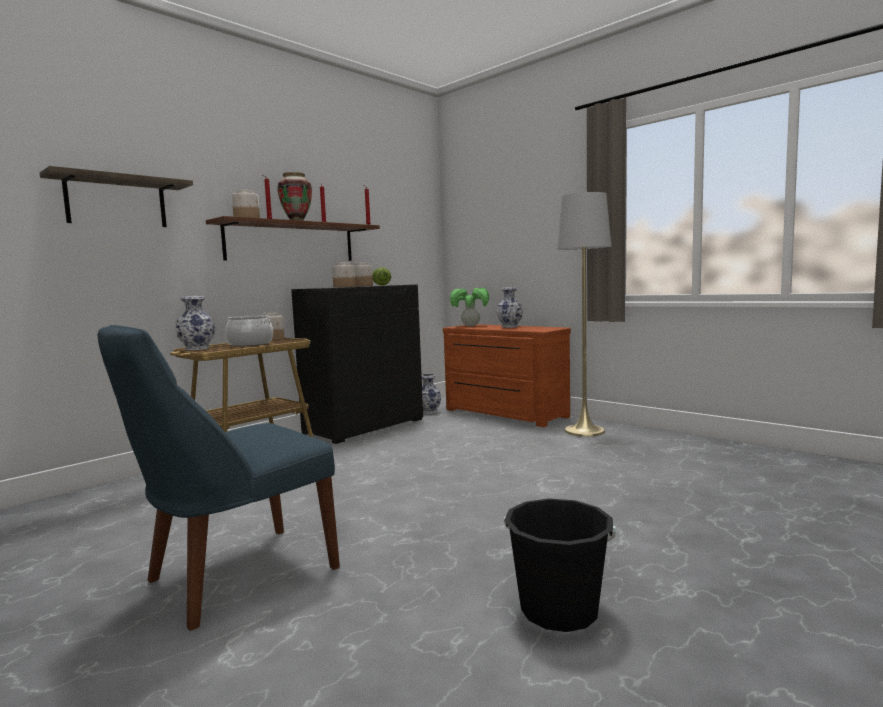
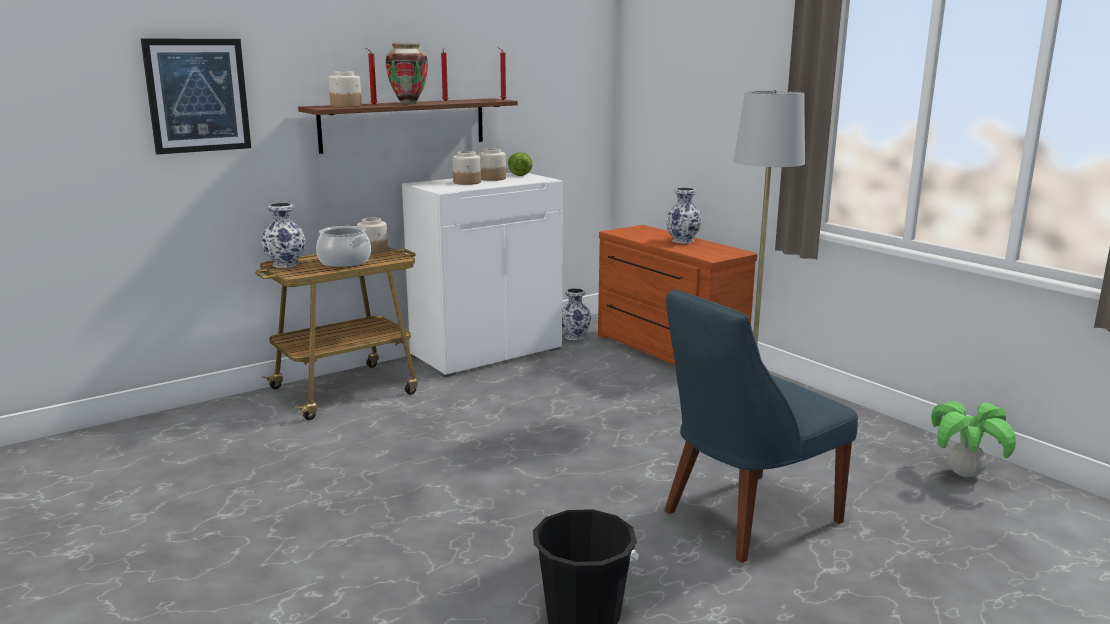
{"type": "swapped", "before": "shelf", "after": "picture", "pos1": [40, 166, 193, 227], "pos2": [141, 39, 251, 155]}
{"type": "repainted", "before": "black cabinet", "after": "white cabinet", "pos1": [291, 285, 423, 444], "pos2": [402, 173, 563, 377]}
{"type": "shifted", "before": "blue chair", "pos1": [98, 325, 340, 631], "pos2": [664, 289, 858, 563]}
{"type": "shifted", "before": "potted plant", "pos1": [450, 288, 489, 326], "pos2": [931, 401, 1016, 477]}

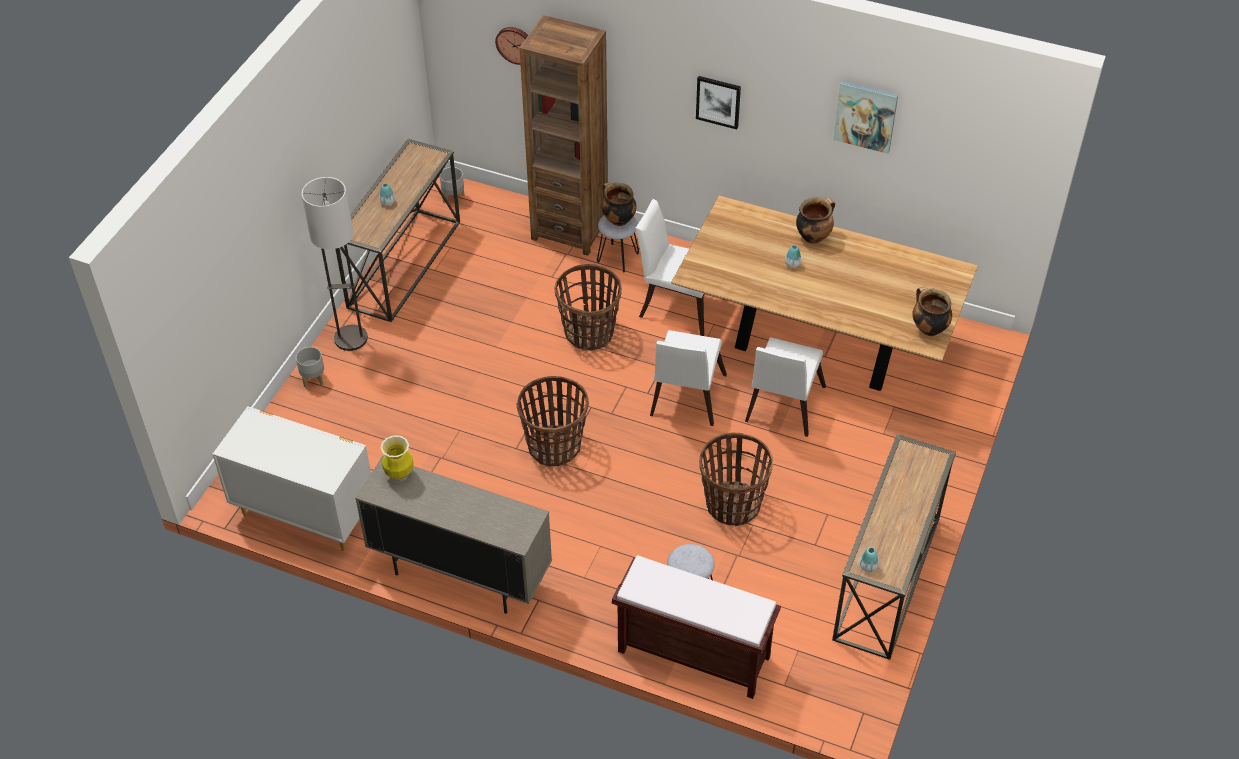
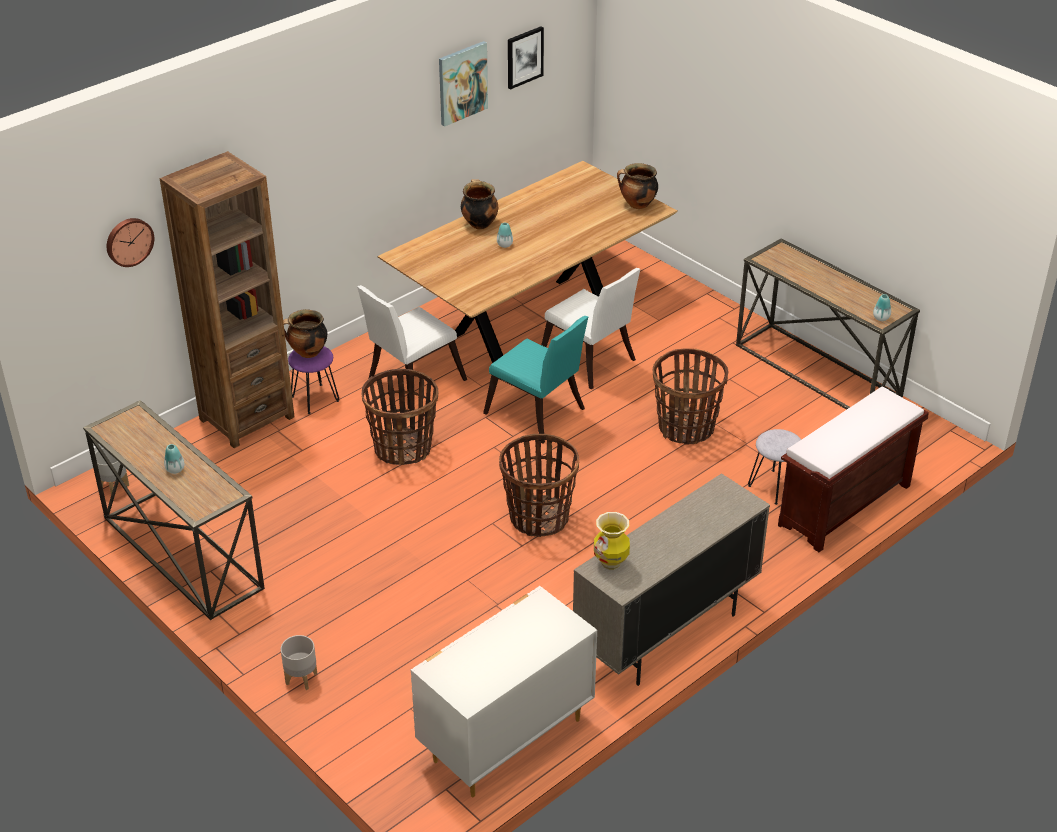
{"type": "repainted", "before": "grey stool", "after": "purple stool", "pos1": [597, 216, 639, 272], "pos2": [288, 346, 339, 414]}
{"type": "repainted", "before": "white chair", "after": "turquoise chair", "pos1": [650, 330, 727, 426], "pos2": [483, 316, 588, 443]}
{"type": "shifted", "before": "picture", "pos1": [696, 76, 741, 130], "pos2": [508, 26, 544, 89]}
{"type": "gone", "before": "floor lamp", "pos1": [302, 177, 368, 351]}

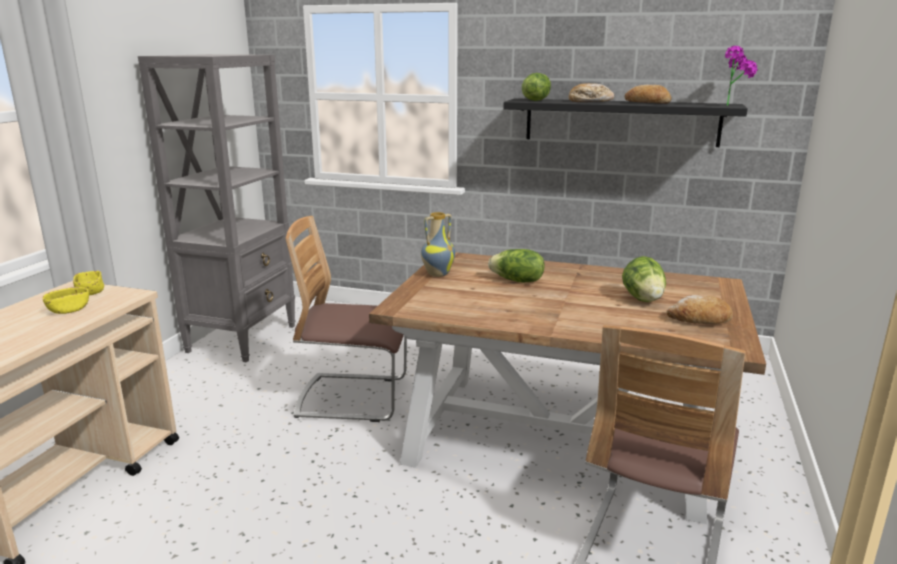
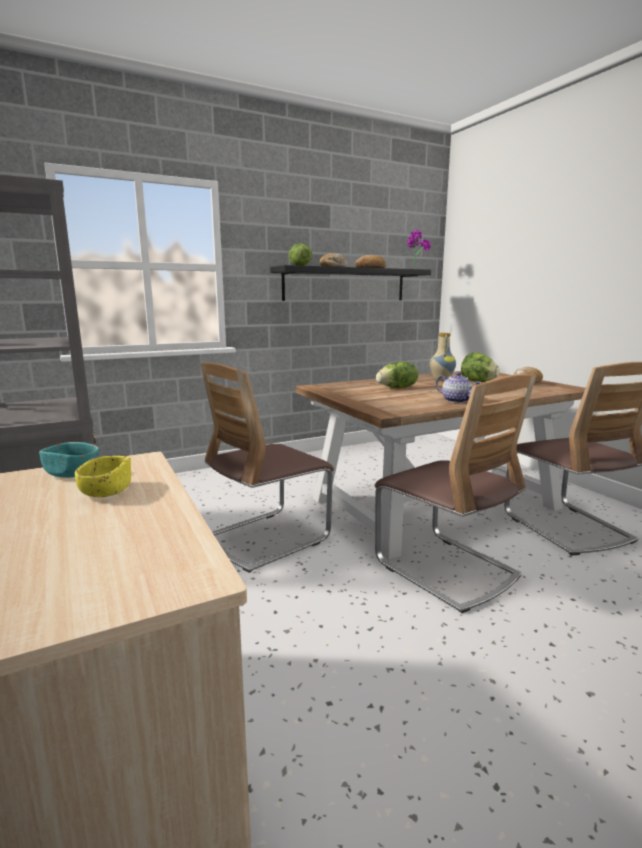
{"type": "repainted", "before": "yellow bowl", "after": "turquoise bowl", "pos1": [73, 271, 104, 295], "pos2": [39, 442, 99, 478]}
{"type": "new", "after": "chair", "pos2": [374, 374, 536, 613]}
{"type": "shifted", "before": "vase", "pos1": [421, 212, 455, 277], "pos2": [430, 333, 456, 381]}
{"type": "new", "after": "teapot", "pos2": [436, 372, 481, 403]}

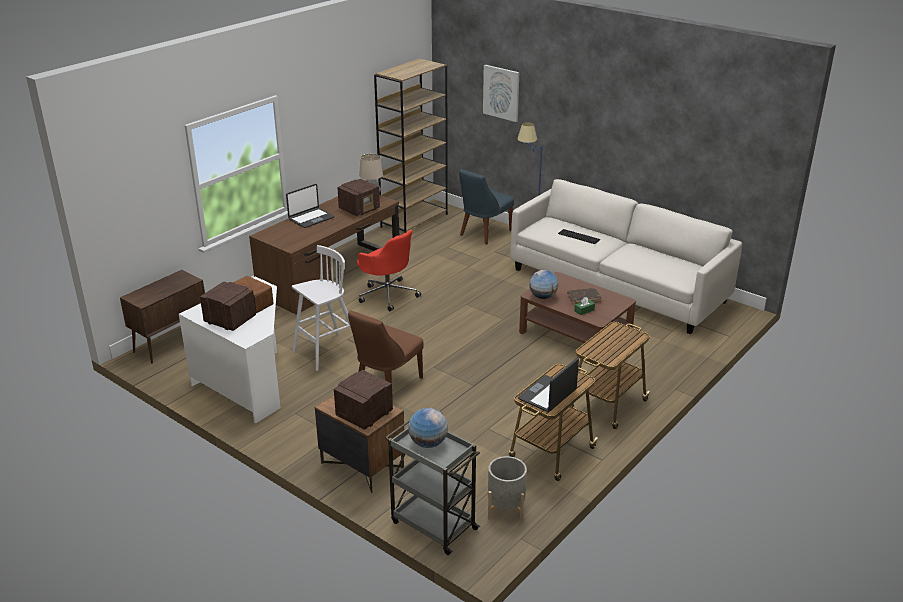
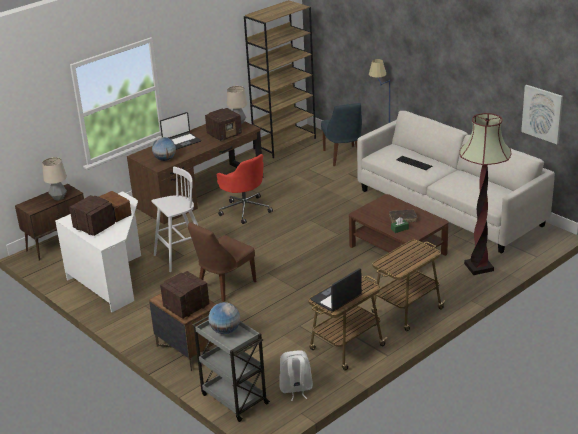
{"type": "new", "after": "table lamp", "pos2": [42, 157, 67, 201]}
{"type": "shifted", "before": "globe", "pos1": [529, 270, 558, 299], "pos2": [152, 137, 176, 161]}
{"type": "swapped", "before": "grey planter", "after": "white backpack", "pos1": [488, 456, 527, 522], "pos2": [279, 350, 313, 401]}
{"type": "rotated", "before": "blue chair", "pos1": [459, 169, 514, 245], "pos2": [321, 103, 362, 166], "turn": -60}
{"type": "new", "after": "floor lamp", "pos2": [460, 113, 511, 275]}
{"type": "shifted", "before": "picture", "pos1": [483, 65, 519, 122], "pos2": [521, 85, 563, 144]}

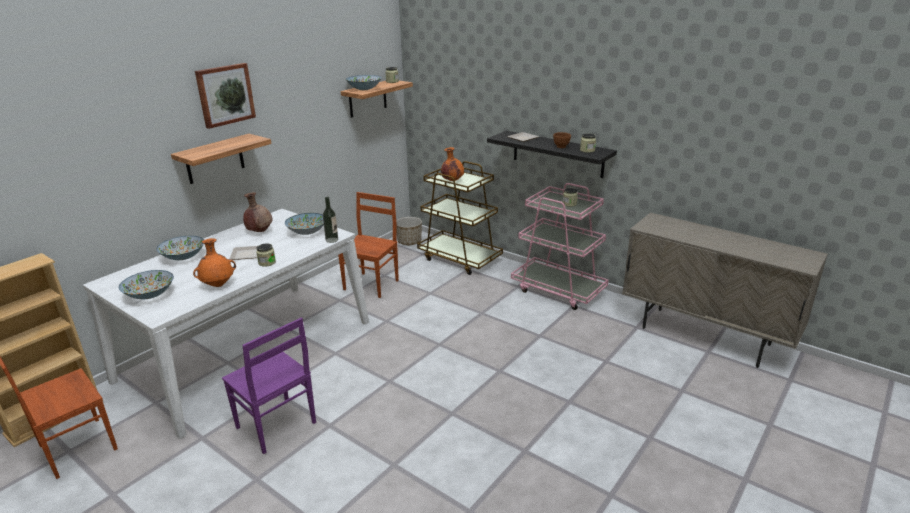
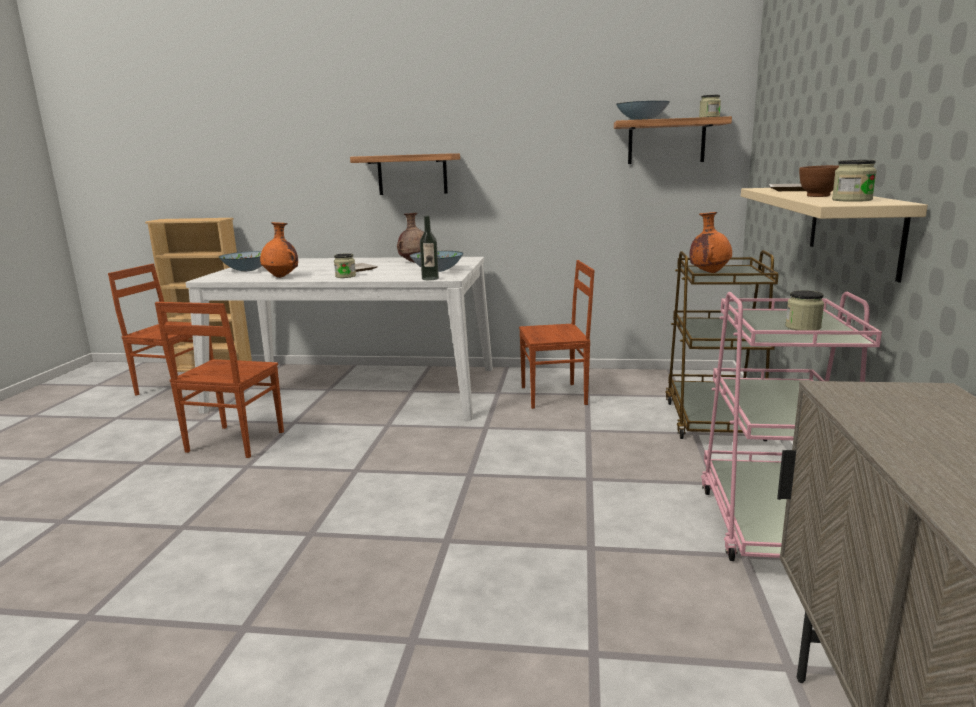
{"type": "repainted", "before": "purple chair", "after": "brown chair", "pos1": [222, 318, 316, 454], "pos2": [155, 302, 284, 458]}
{"type": "repainted", "before": "black shelf", "after": "beige shelf", "pos1": [487, 131, 617, 178], "pos2": [741, 188, 928, 282]}
{"type": "gone", "before": "bowl", "pos1": [156, 236, 204, 260]}
{"type": "gone", "before": "picture", "pos1": [195, 63, 256, 129]}
{"type": "gone", "before": "planter", "pos1": [396, 217, 422, 245]}

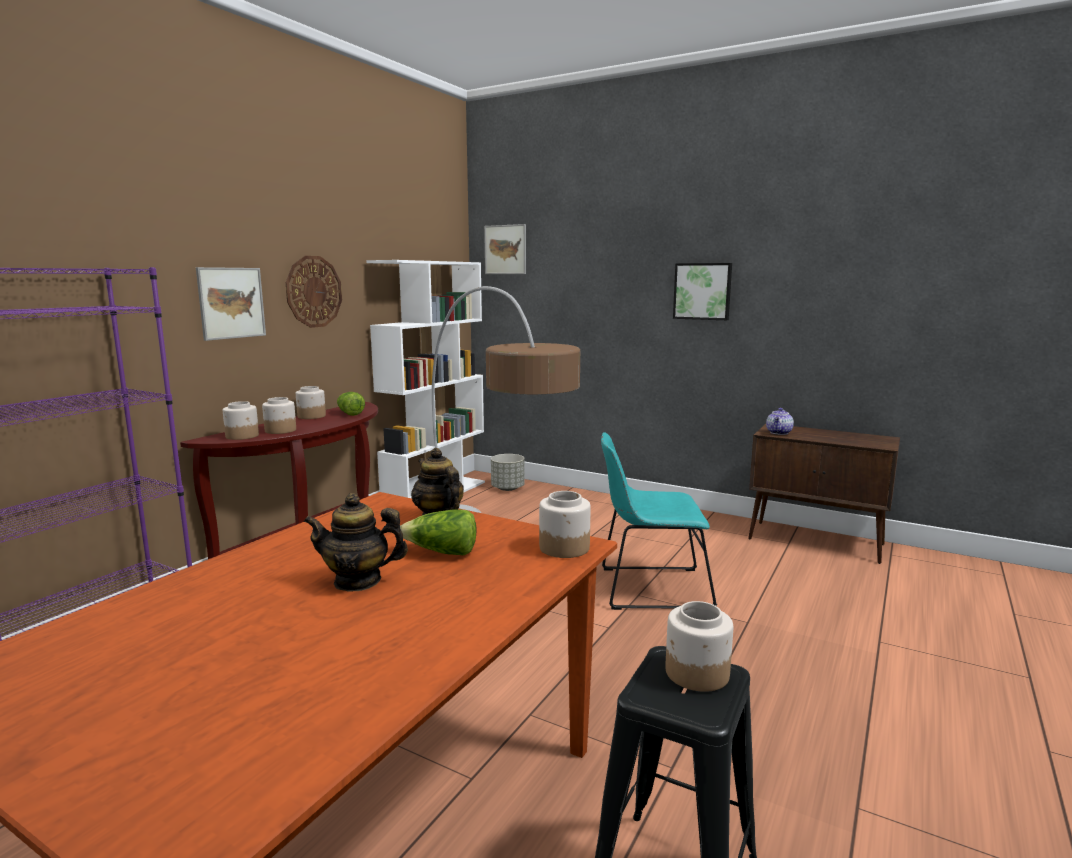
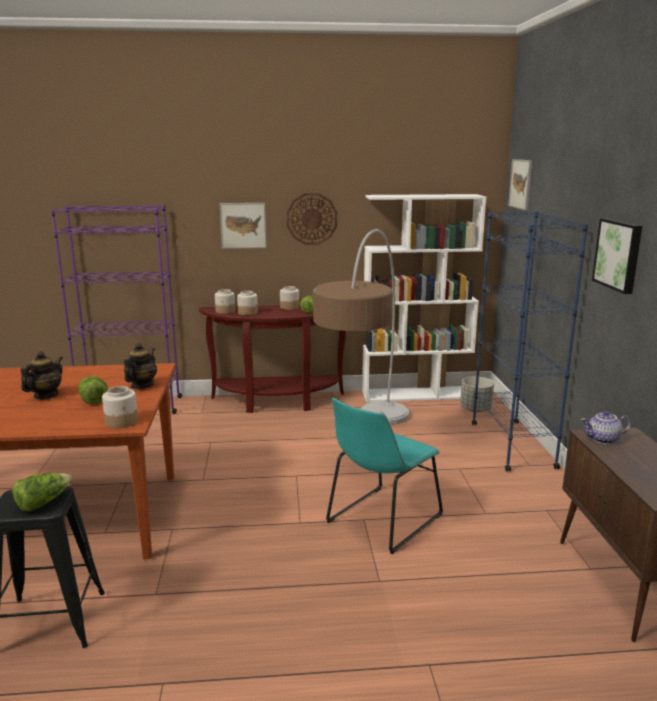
{"type": "swapped", "before": "jar", "after": "lettuce", "pos1": [665, 601, 733, 692], "pos2": [12, 473, 72, 511]}
{"type": "rotated", "before": "teapot", "pos1": [304, 493, 408, 592], "pos2": [21, 351, 63, 399], "turn": 60}
{"type": "rotated", "before": "turquoise chair", "pos1": [601, 432, 717, 610], "pos2": [326, 397, 443, 554], "turn": -105}
{"type": "new", "after": "blue bookcase", "pos2": [472, 211, 588, 471]}

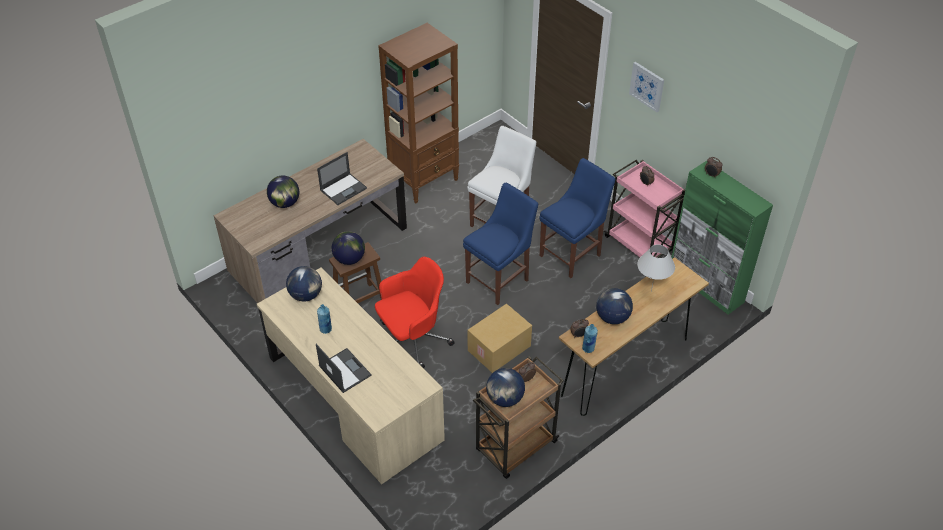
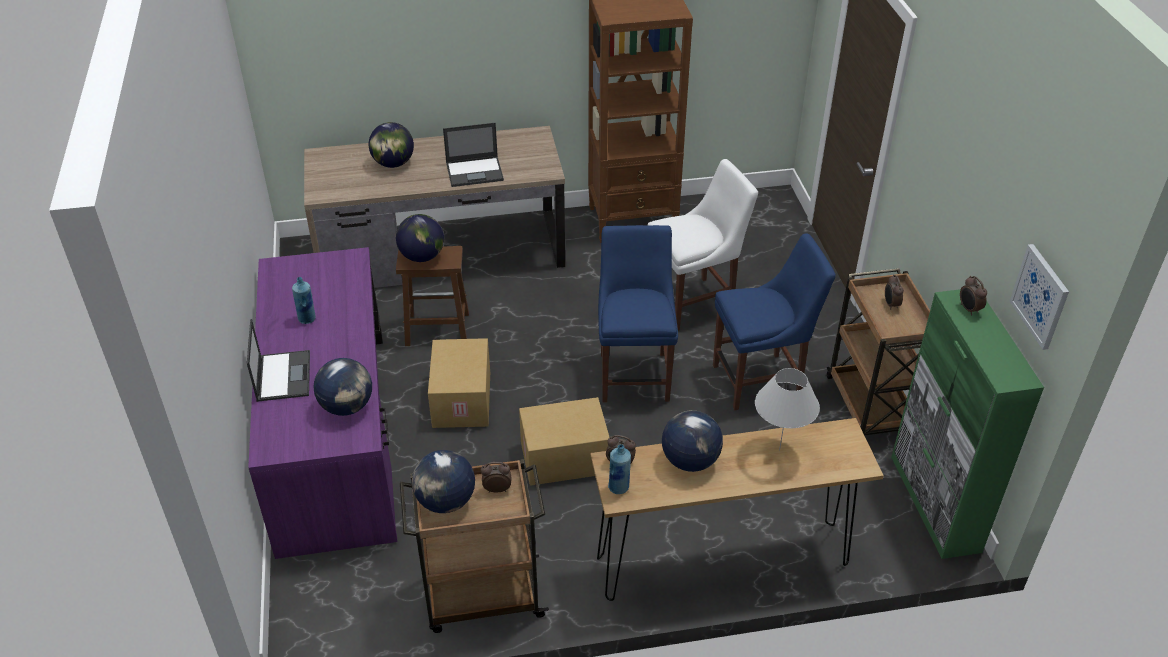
{"type": "repainted", "before": "beige desk", "after": "purple desk", "pos1": [257, 267, 445, 484], "pos2": [248, 247, 397, 559]}
{"type": "shifted", "before": "globe", "pos1": [286, 266, 322, 301], "pos2": [313, 358, 372, 416]}
{"type": "swapped", "before": "red office chair", "after": "cardboard box", "pos1": [375, 257, 455, 368], "pos2": [428, 338, 490, 428]}
{"type": "rotated", "before": "blue chair", "pos1": [463, 183, 538, 305], "pos2": [598, 225, 678, 402], "turn": -75}
{"type": "repainted", "before": "pink cart", "after": "brown cart", "pos1": [604, 160, 685, 258], "pos2": [827, 268, 930, 436]}
{"type": "shifted", "before": "picture", "pos1": [629, 62, 664, 112], "pos2": [1009, 244, 1069, 350]}

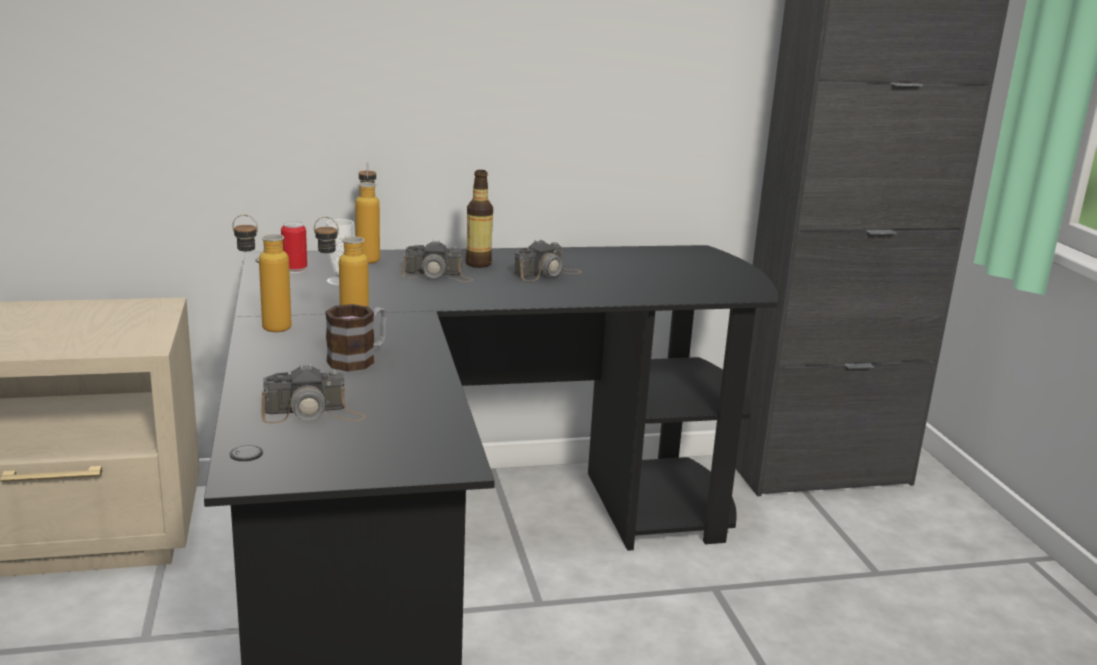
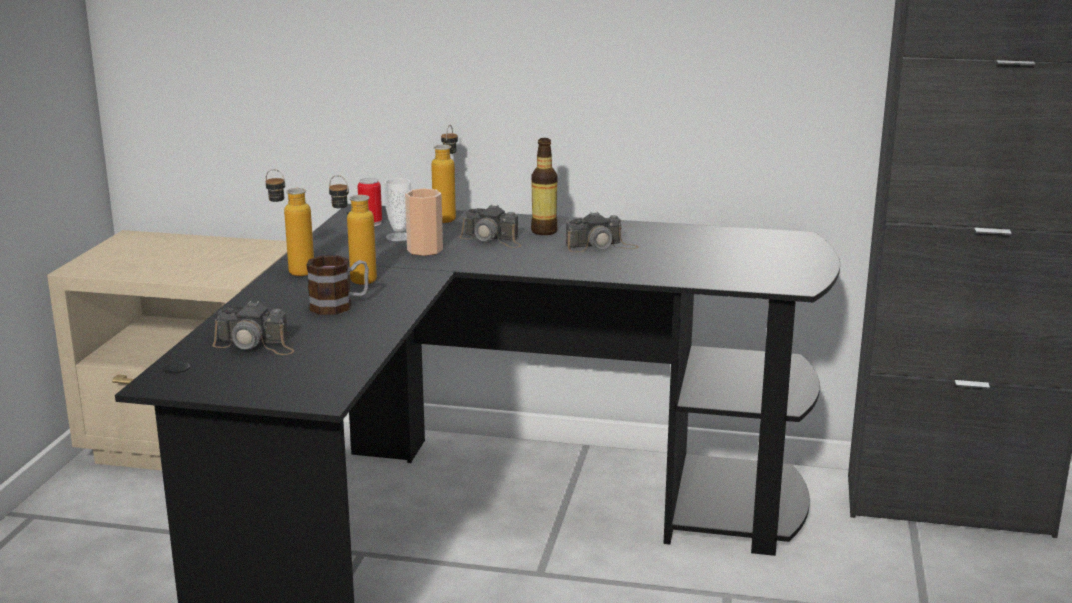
{"type": "new", "after": "cup", "pos2": [405, 188, 443, 256]}

